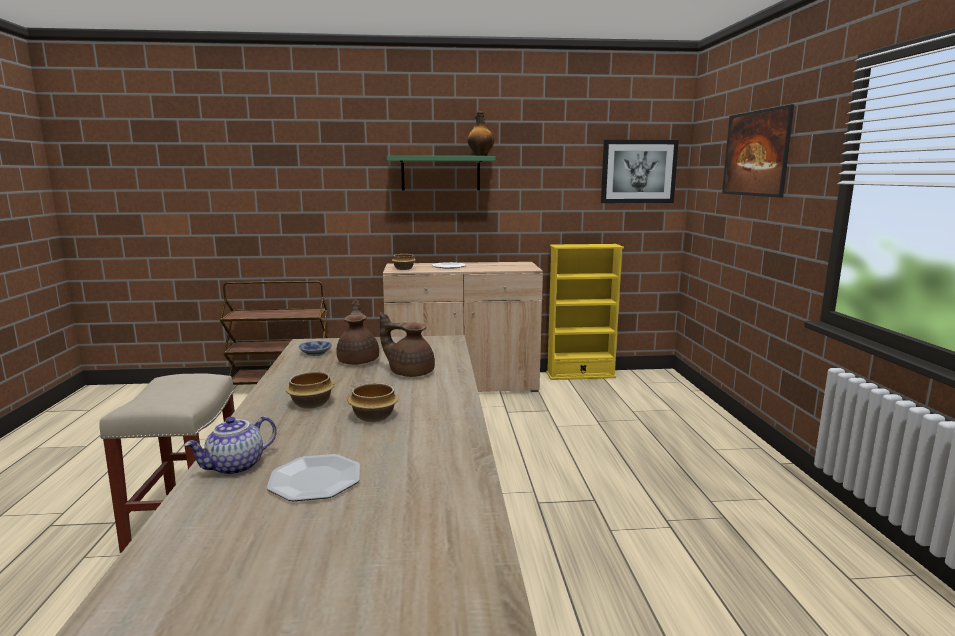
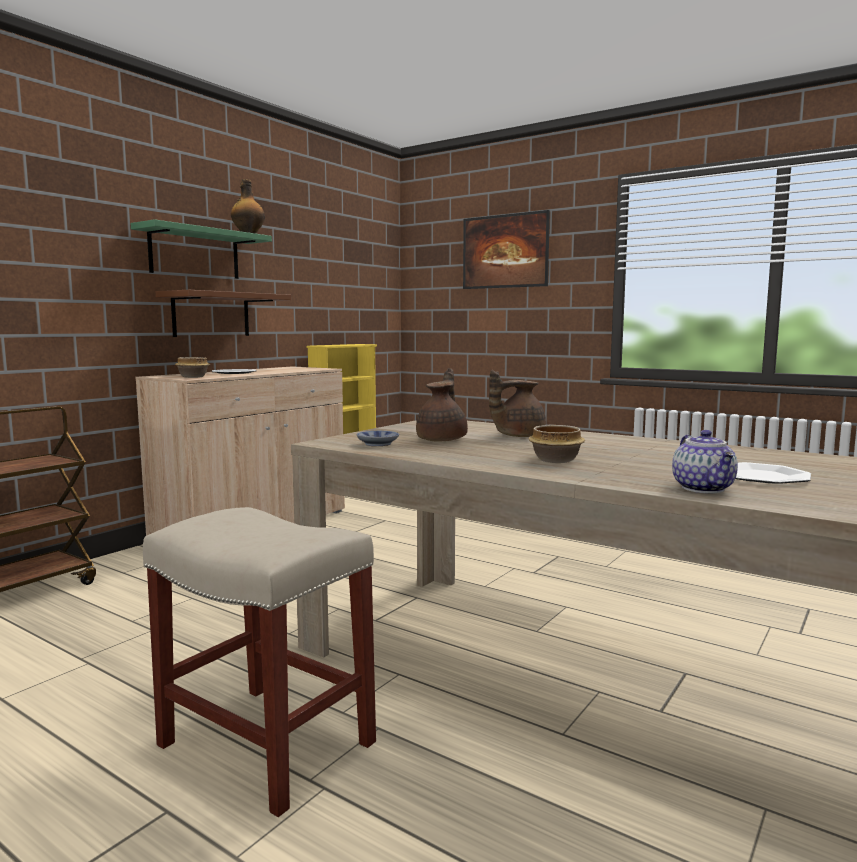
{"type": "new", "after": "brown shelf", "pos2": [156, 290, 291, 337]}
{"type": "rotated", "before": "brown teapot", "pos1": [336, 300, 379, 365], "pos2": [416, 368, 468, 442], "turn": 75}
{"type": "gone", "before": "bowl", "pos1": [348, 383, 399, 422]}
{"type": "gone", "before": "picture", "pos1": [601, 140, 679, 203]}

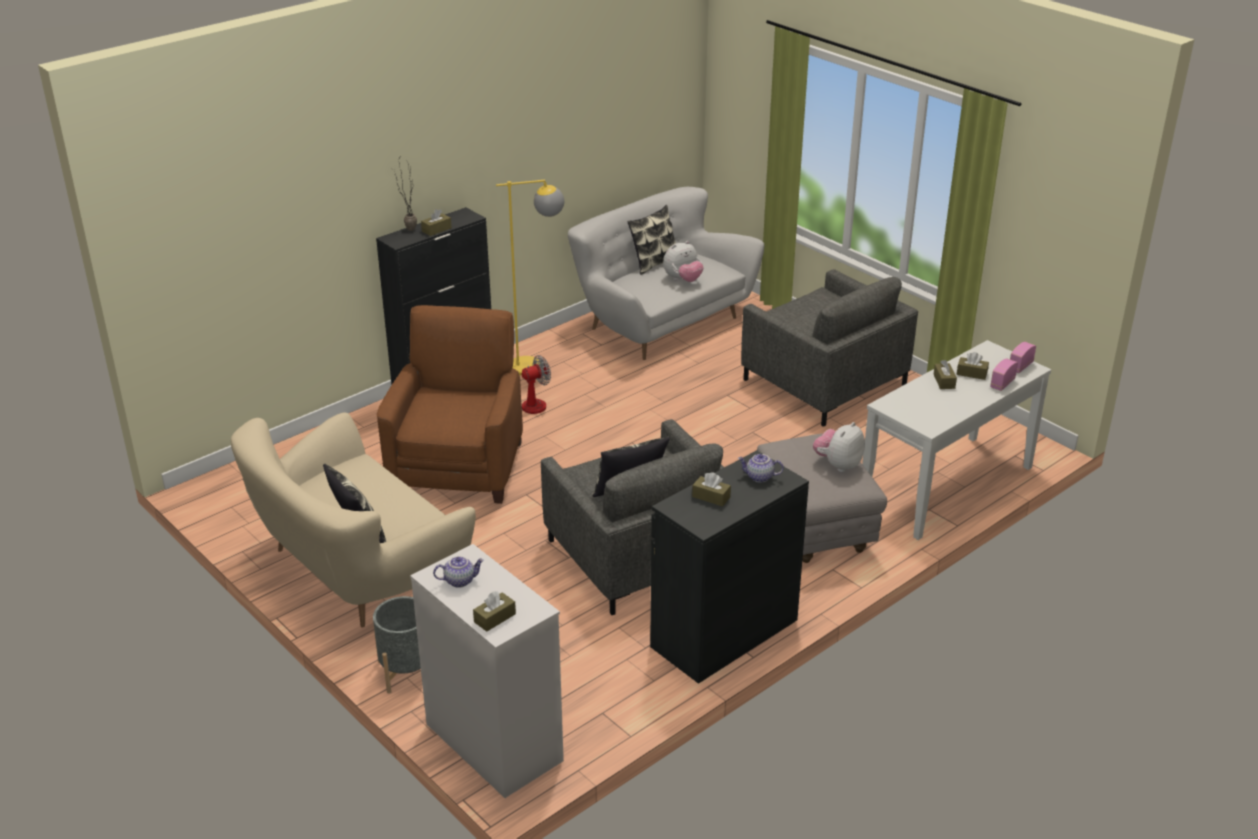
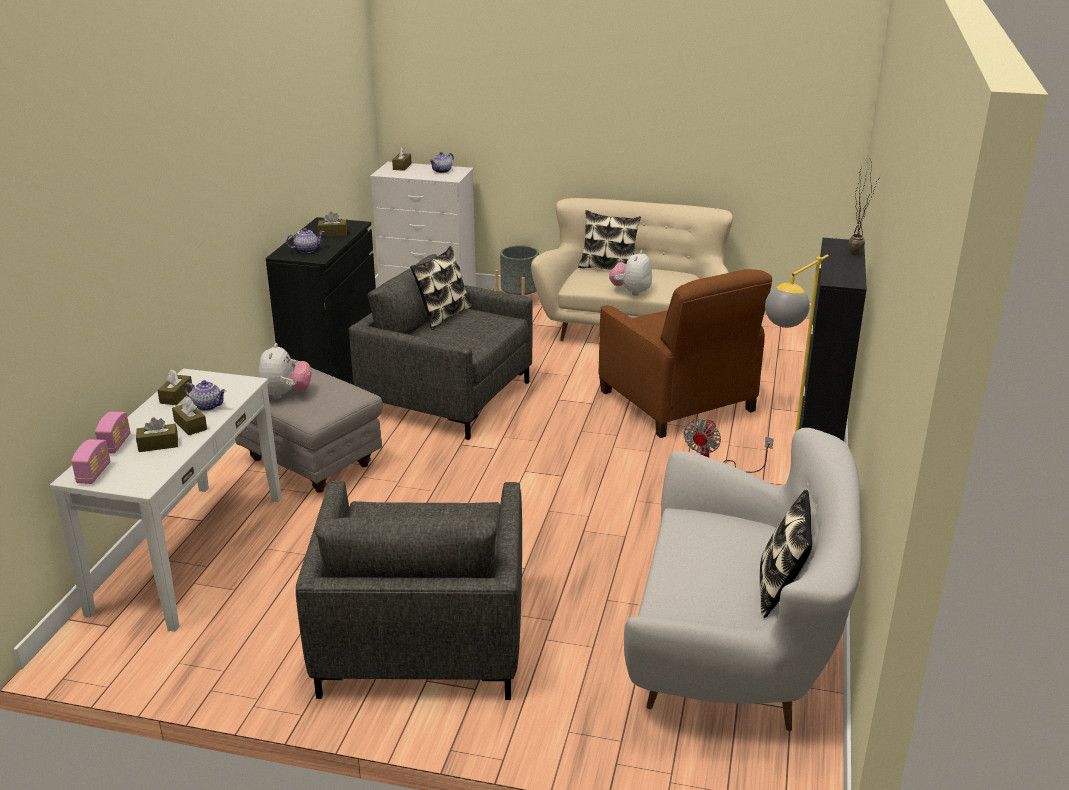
{"type": "shifted", "before": "brown tissue box", "pos1": [421, 209, 452, 236], "pos2": [157, 370, 192, 405]}
{"type": "new", "after": "teapot", "pos2": [184, 380, 226, 411]}
{"type": "rotated", "before": "grey armchair", "pos1": [741, 269, 918, 427], "pos2": [296, 481, 522, 700], "turn": -105}
{"type": "shifted", "before": "plush toy", "pos1": [663, 241, 704, 282], "pos2": [609, 250, 652, 296]}

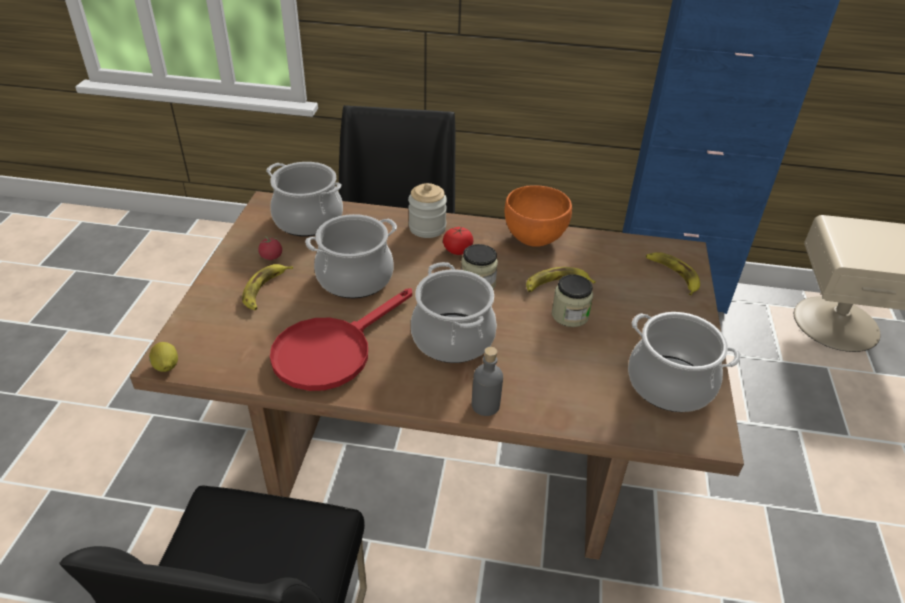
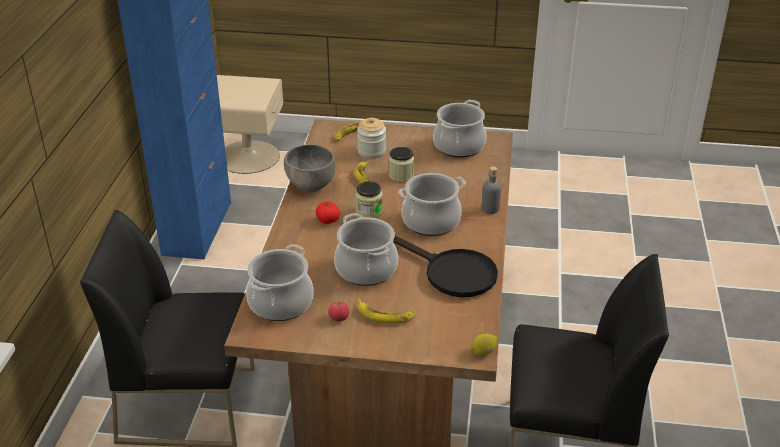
{"type": "repainted", "before": "orange bowl", "after": "grey bowl", "pos1": [505, 185, 572, 247], "pos2": [284, 144, 336, 192]}
{"type": "shifted", "before": "jar", "pos1": [408, 183, 447, 238], "pos2": [357, 117, 386, 159]}
{"type": "repainted", "before": "red frying pan", "after": "black frying pan", "pos1": [270, 288, 412, 391], "pos2": [393, 236, 498, 297]}

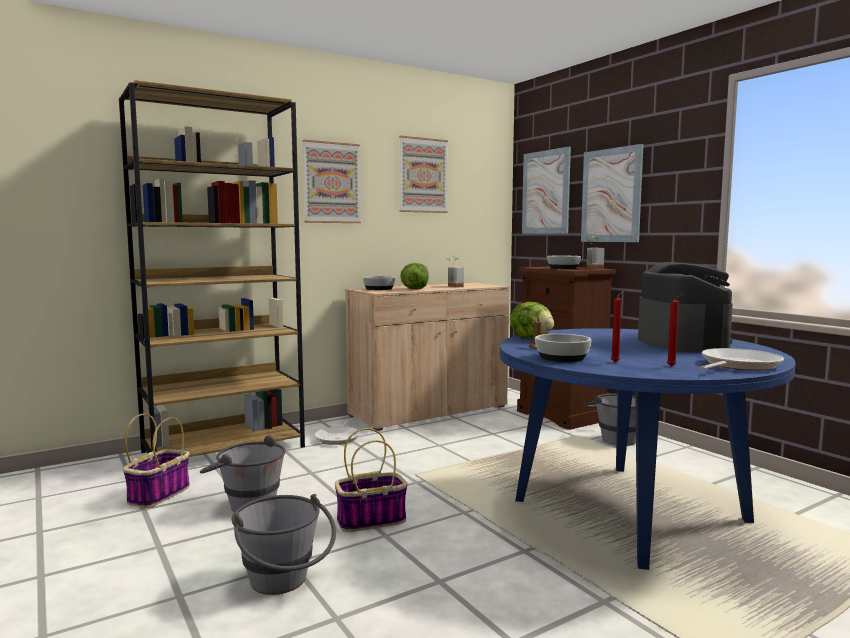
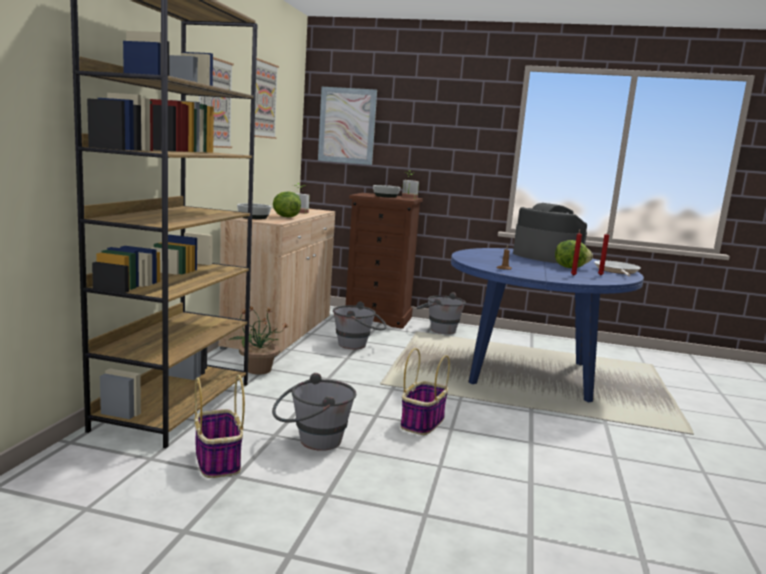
{"type": "swapped", "before": "frying pan", "after": "potted plant", "pos1": [314, 420, 360, 445], "pos2": [227, 307, 289, 375]}
{"type": "shifted", "before": "grey bucket", "pos1": [232, 494, 336, 595], "pos2": [333, 302, 387, 349]}
{"type": "shifted", "before": "lettuce", "pos1": [510, 302, 554, 339], "pos2": [555, 240, 593, 268]}
{"type": "gone", "before": "bowl", "pos1": [535, 334, 591, 362]}
{"type": "gone", "before": "picture", "pos1": [581, 144, 644, 242]}

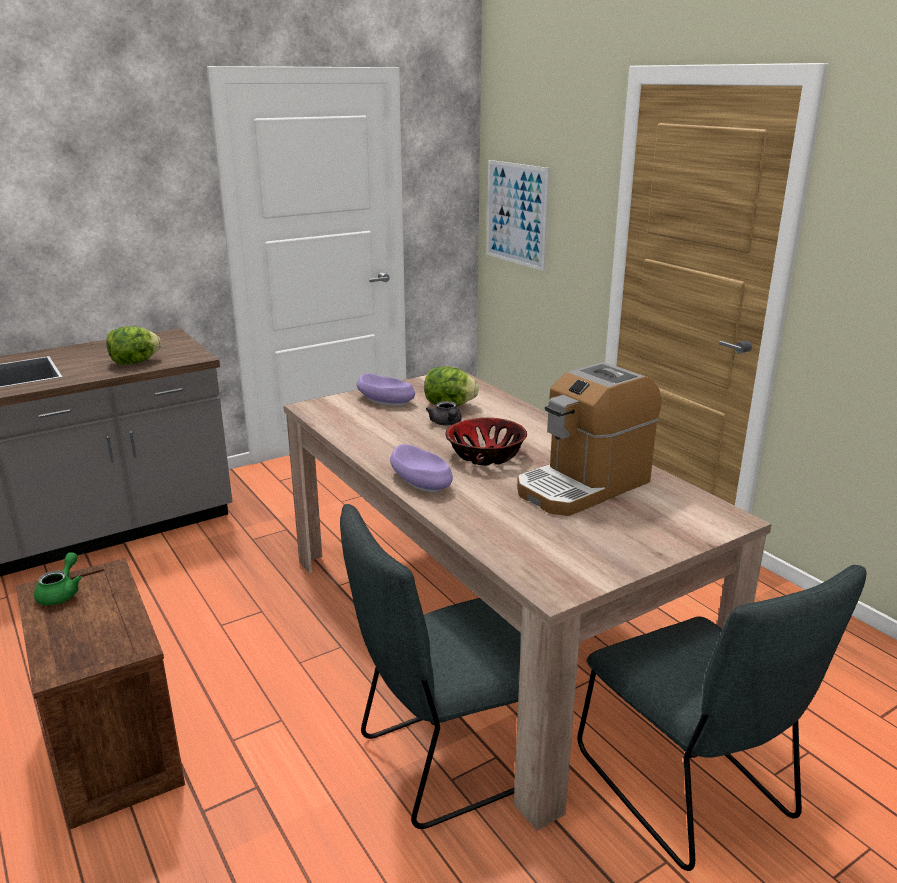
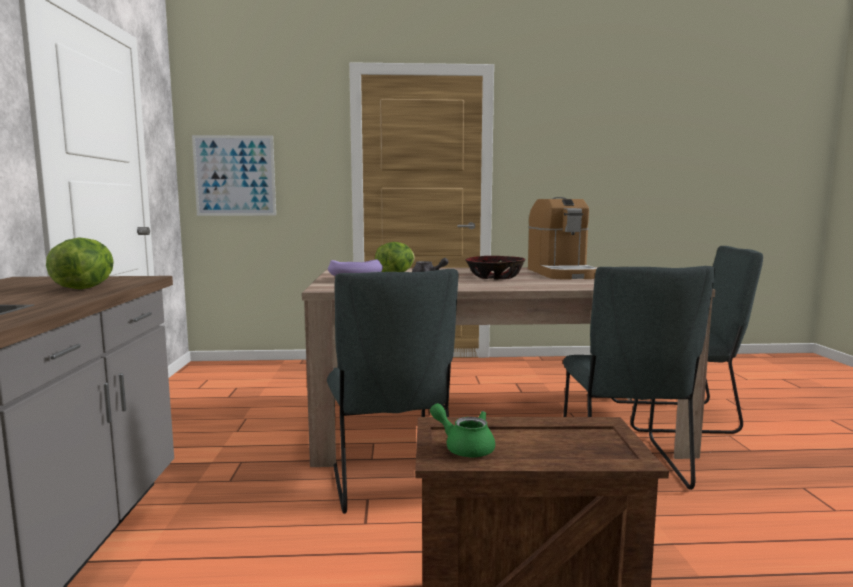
{"type": "new", "after": "grey chair", "pos2": [327, 269, 459, 514]}
{"type": "gone", "before": "purple bowl", "pos1": [390, 444, 453, 492]}

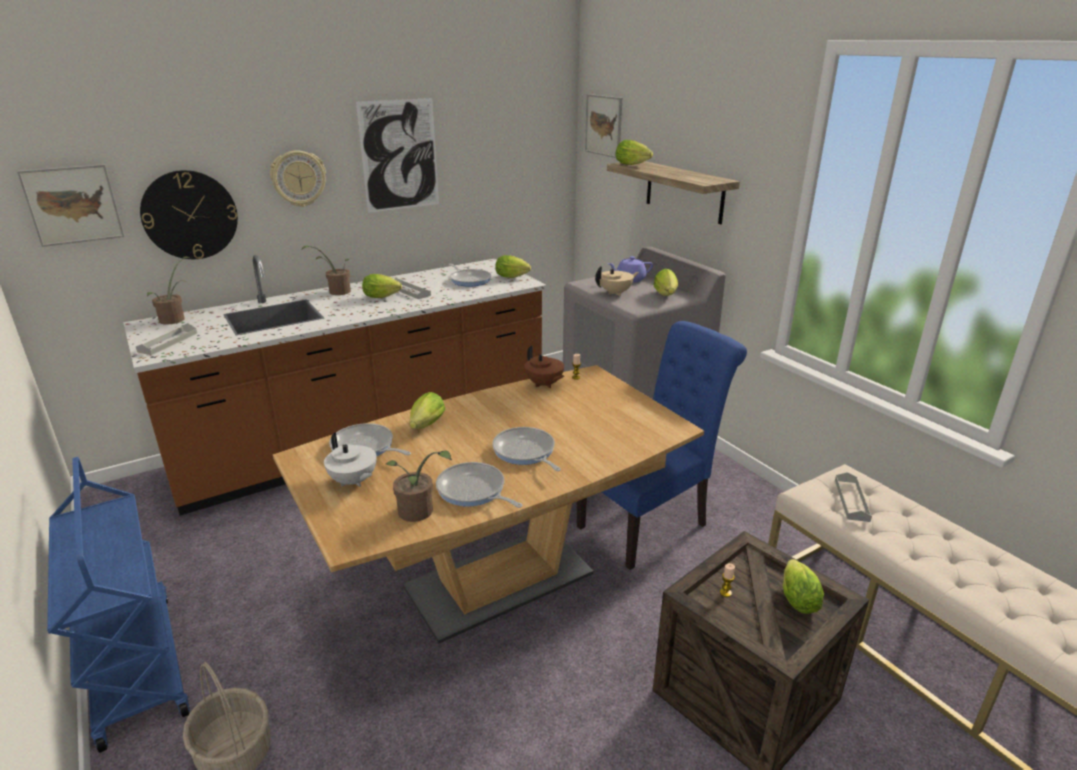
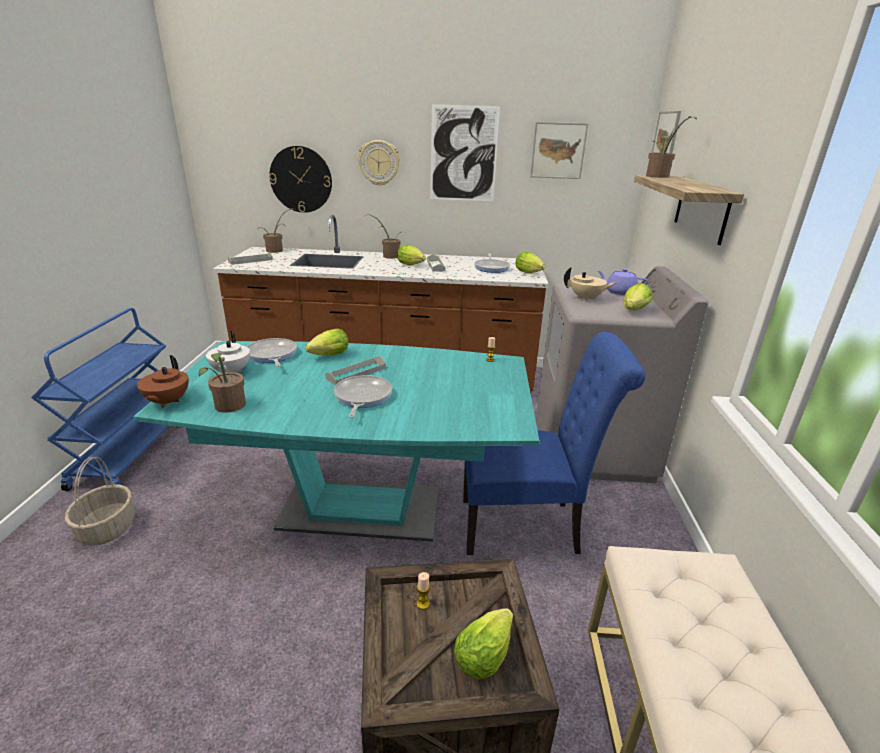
{"type": "repainted", "before": "brown dining table", "after": "turquoise dining table", "pos1": [273, 365, 704, 643], "pos2": [133, 341, 539, 542]}
{"type": "shifted", "before": "brown teapot", "pos1": [525, 346, 564, 388], "pos2": [137, 355, 189, 408]}
{"type": "shifted", "before": "grey tray", "pos1": [835, 472, 872, 522], "pos2": [325, 356, 386, 385]}
{"type": "shifted", "before": "picture", "pos1": [17, 164, 125, 247], "pos2": [530, 122, 588, 179]}
{"type": "swapped", "before": "lettuce", "after": "potted plant", "pos1": [615, 140, 653, 165], "pos2": [646, 116, 697, 178]}
{"type": "gone", "before": "frying pan", "pos1": [436, 462, 523, 508]}

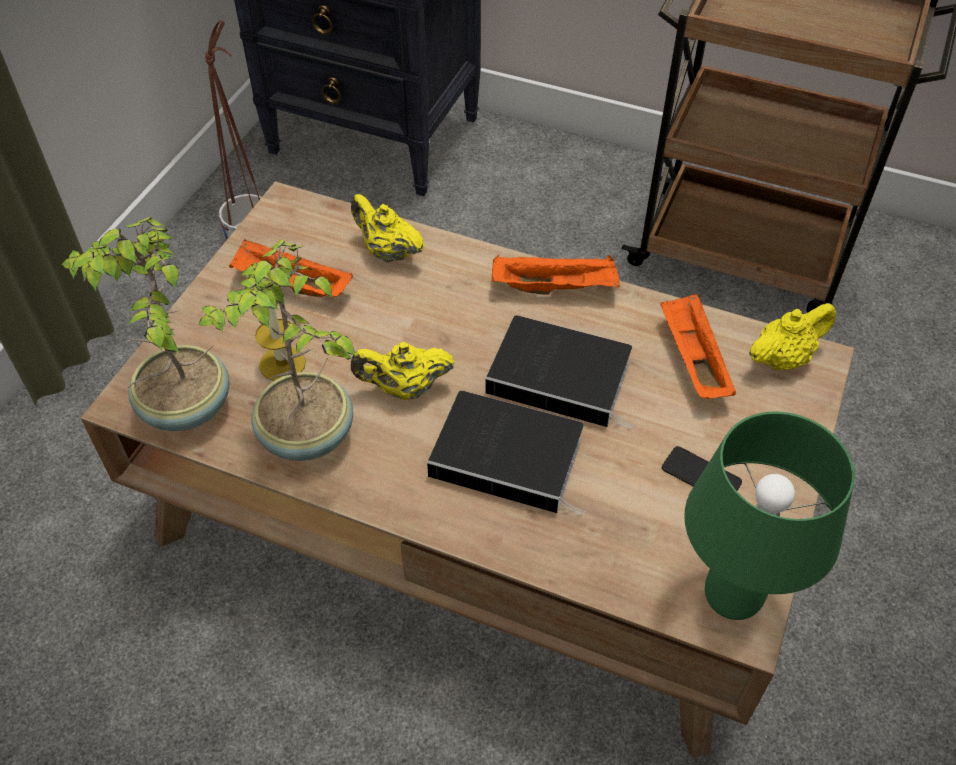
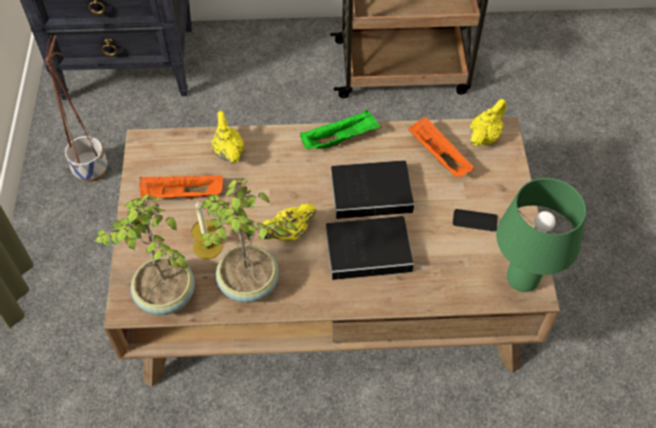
{"type": "rotated", "before": "yellow teapot", "pos1": [351, 194, 425, 263], "pos2": [211, 111, 244, 164], "turn": 60}
{"type": "repainted", "before": "orange tray", "after": "green tray", "pos1": [492, 255, 620, 295], "pos2": [300, 110, 380, 150]}

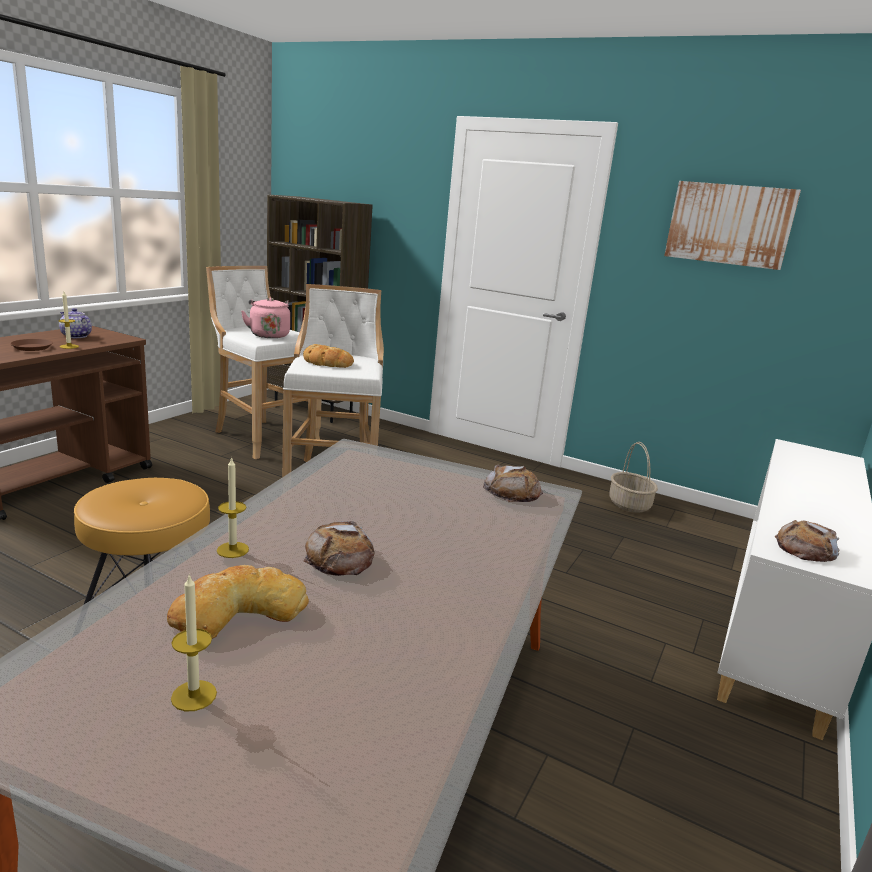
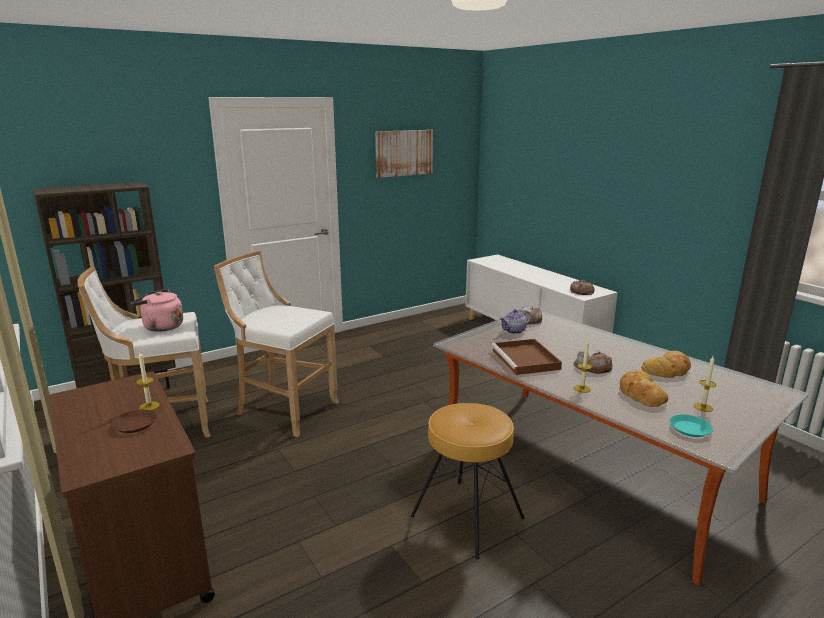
{"type": "new", "after": "brown tray", "pos2": [491, 339, 562, 375]}
{"type": "shifted", "before": "teapot", "pos1": [59, 308, 92, 338], "pos2": [499, 309, 531, 334]}
{"type": "shifted", "before": "bread", "pos1": [303, 344, 354, 368], "pos2": [641, 351, 691, 378]}
{"type": "new", "after": "turquoise plate", "pos2": [670, 414, 713, 437]}
{"type": "gone", "before": "basket", "pos1": [609, 442, 658, 513]}

